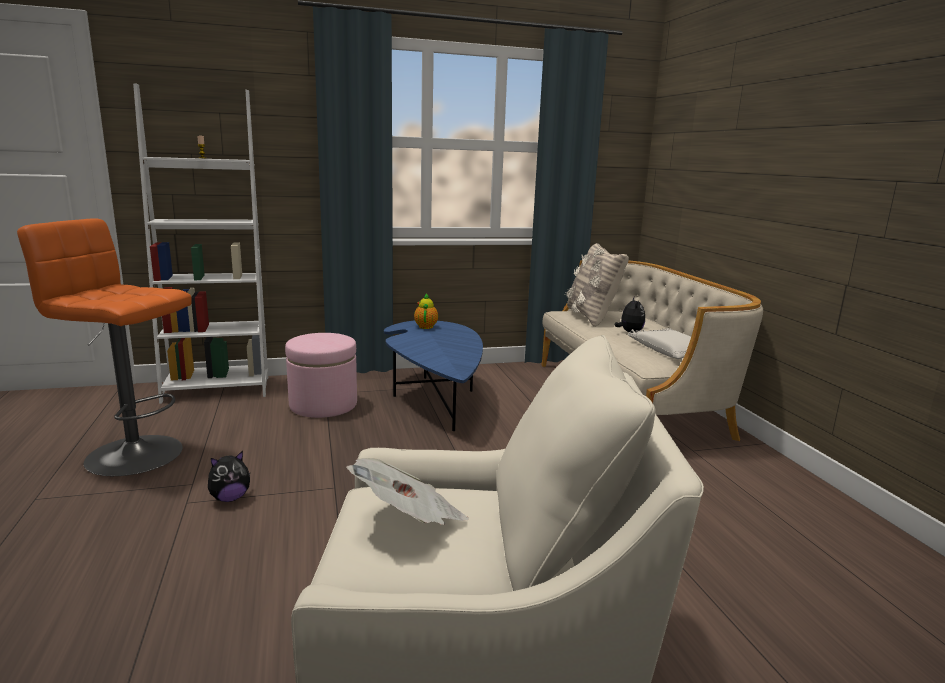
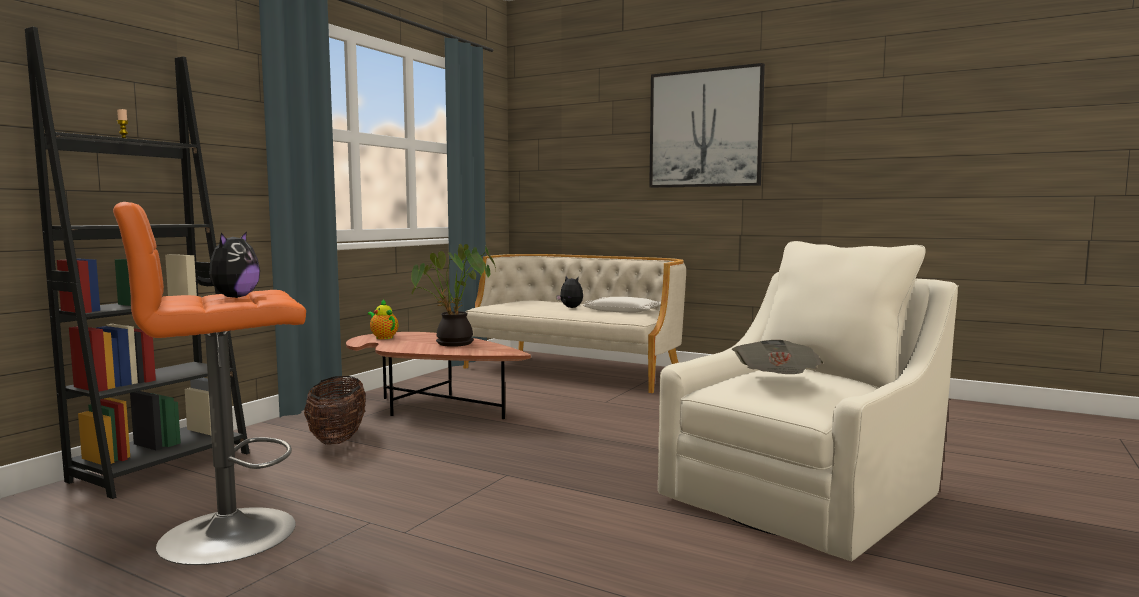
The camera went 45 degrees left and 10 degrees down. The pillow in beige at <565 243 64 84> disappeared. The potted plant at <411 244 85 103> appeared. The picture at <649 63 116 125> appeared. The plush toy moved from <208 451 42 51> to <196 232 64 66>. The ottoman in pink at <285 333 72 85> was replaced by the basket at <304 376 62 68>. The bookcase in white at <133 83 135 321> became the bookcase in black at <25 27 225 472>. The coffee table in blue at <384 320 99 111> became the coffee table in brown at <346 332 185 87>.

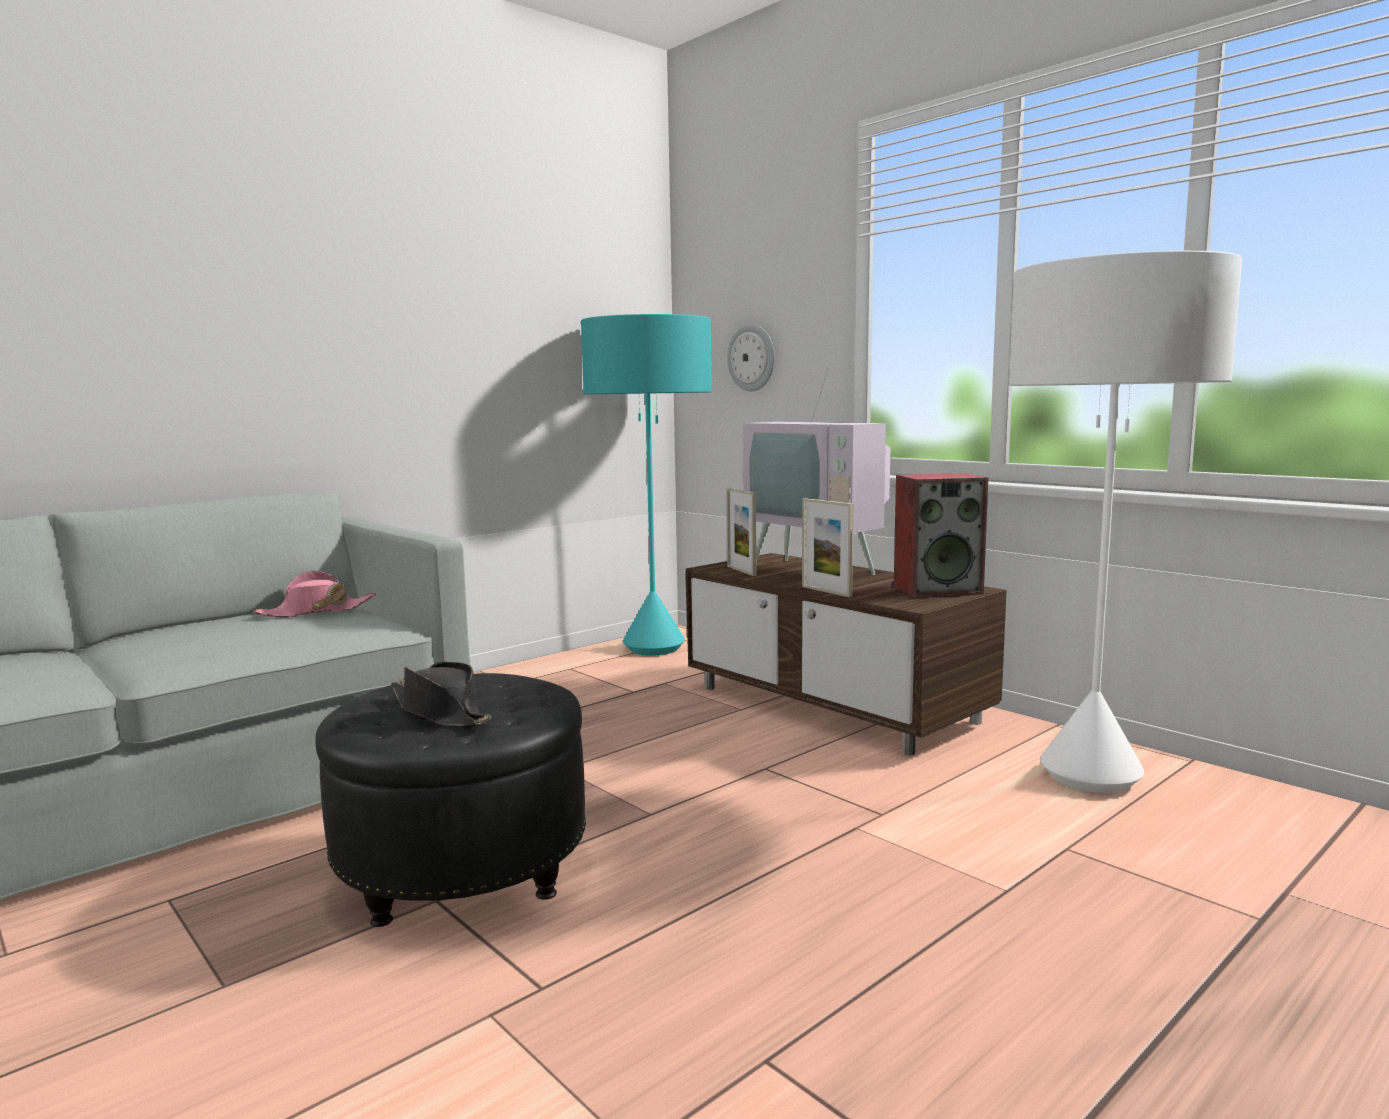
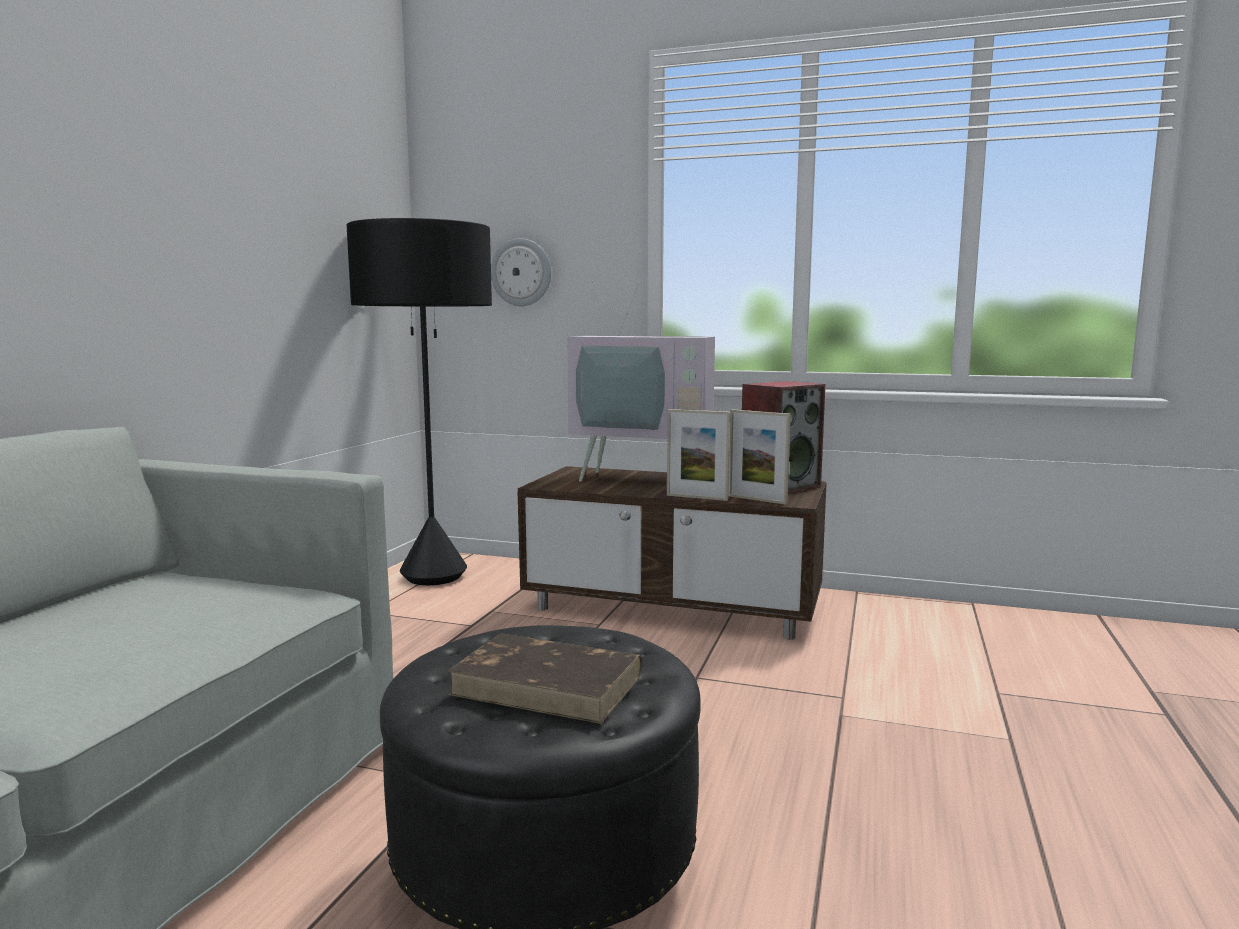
The camera went 30 degrees left and 0 degrees up. The hat in pink at <253 571 123 47> disappeared. The floor lamp in white at <1009 251 233 542> disappeared. The picture frame moved from <727 488 30 88> to <728 409 63 96>. The hat in black at <391 662 100 65> was replaced by the book in brown at <448 633 195 91>. The floor lamp in turquoise at <581 314 131 341> became the floor lamp in black at <347 218 145 367>.

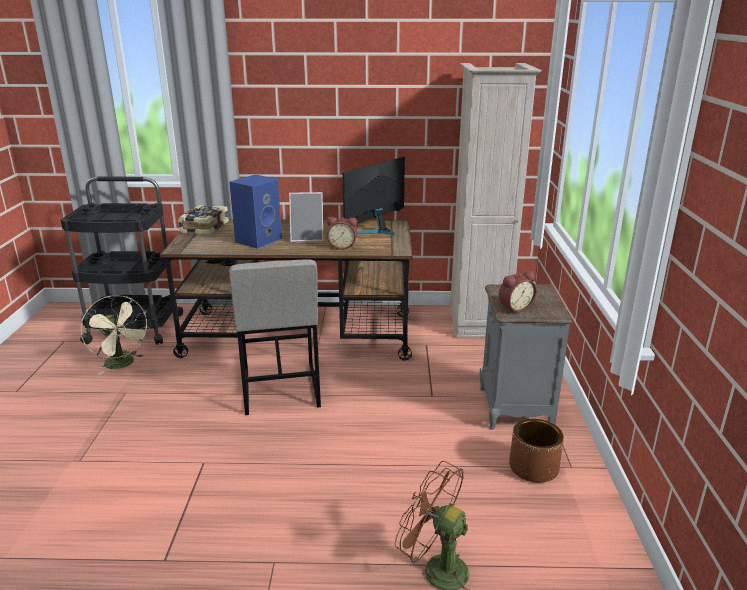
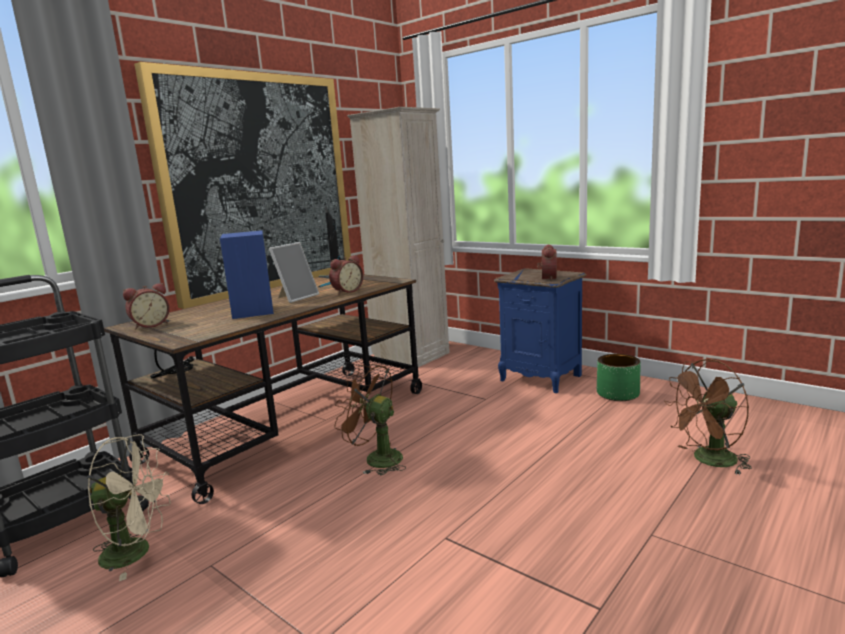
The camera went 50 degrees left and 10 degrees down. The picture at <134 62 217 247> appeared. The book at <178 205 51 30> was replaced by the alarm clock at <123 283 47 47>. The chair in grey at <229 259 92 156> was replaced by the fan in brown at <334 364 72 111>. The nightstand in grey at <479 284 93 146> became the nightstand in blue at <494 268 92 125>. The planter in brown at <509 419 55 64> became the planter in green at <597 354 44 47>.

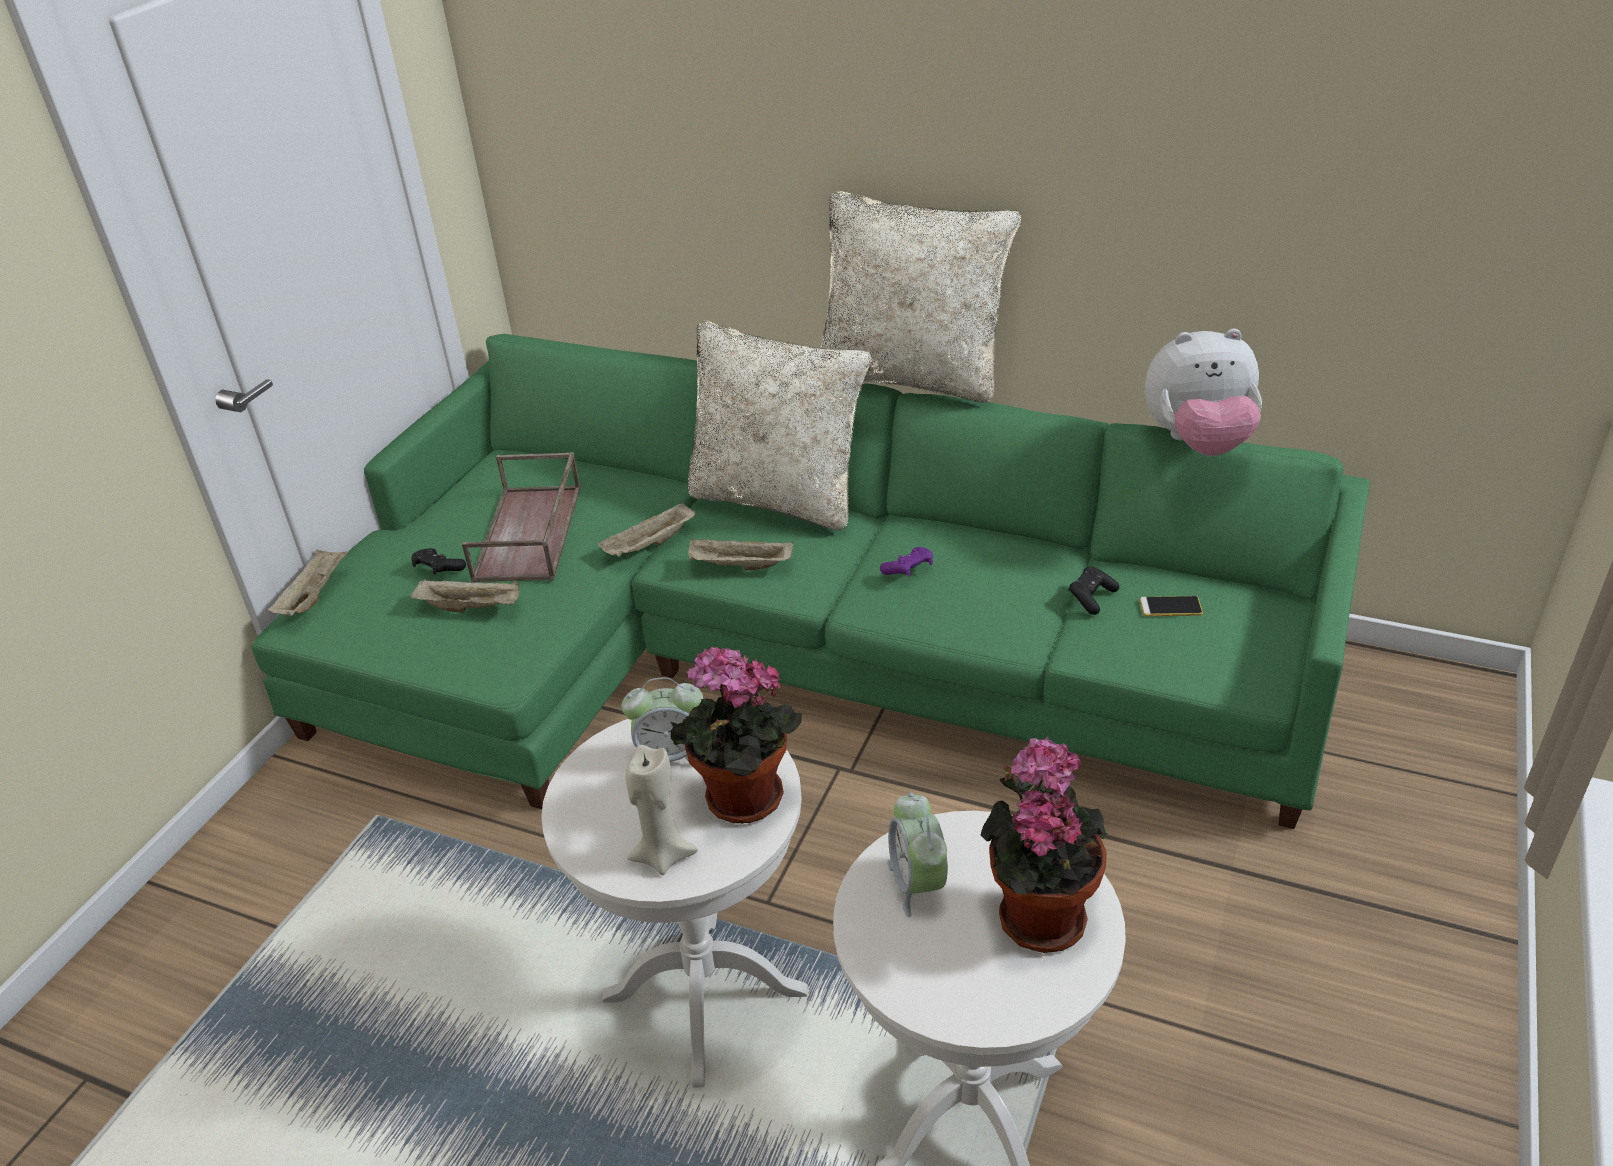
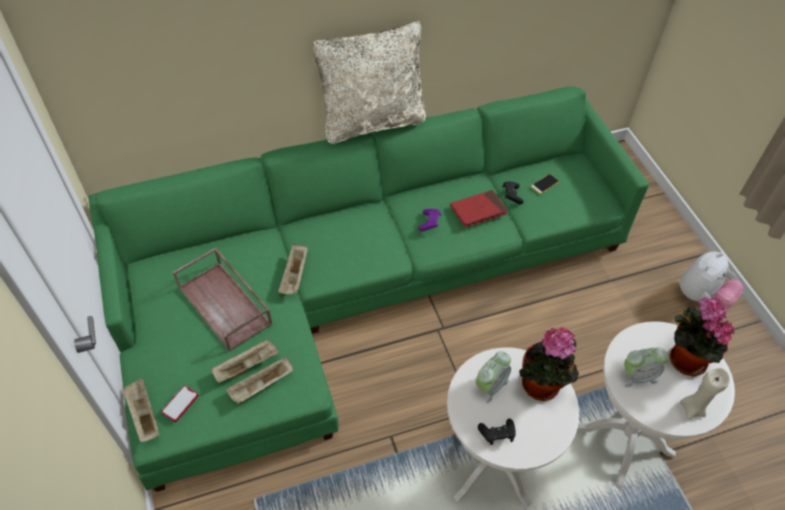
The camera went 45 degrees left and 15 degrees up. The pillow in beige at <688 321 184 210> disappeared. The phone at <161 386 38 36> appeared. The book in red at <450 190 58 38> appeared. The game controller in black moved from <412 548 54 27> to <478 419 38 26>. The candle in beige moved from <626 745 72 130> to <680 368 50 52>. The tray in beige moved from <688 538 106 32> to <226 357 67 47>. The plush toy moved from <1145 329 117 127> to <680 252 63 57>. The alarm clock at <887 793 61 124> turned 45 degrees counterclockwise.

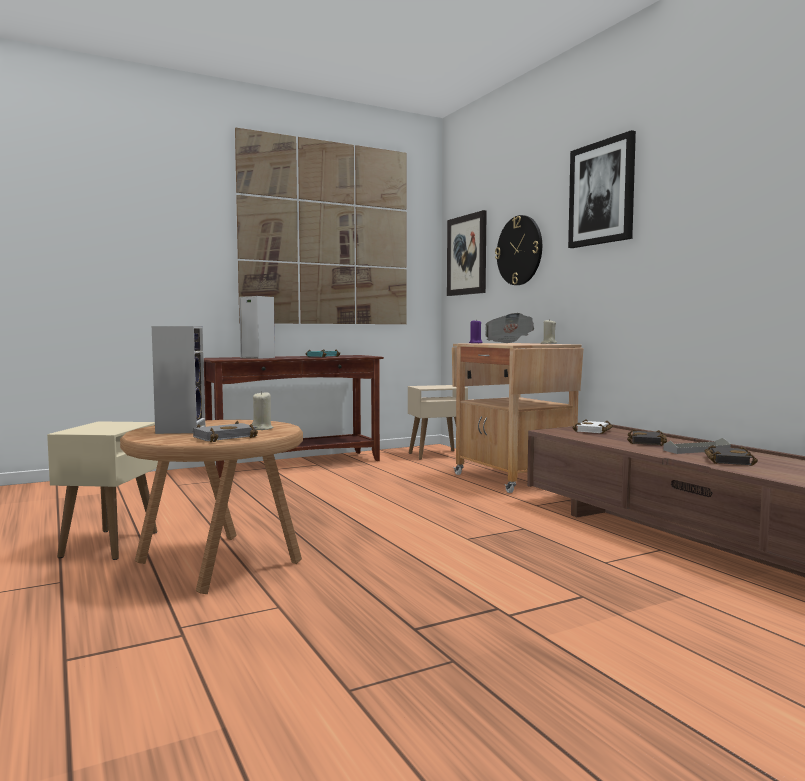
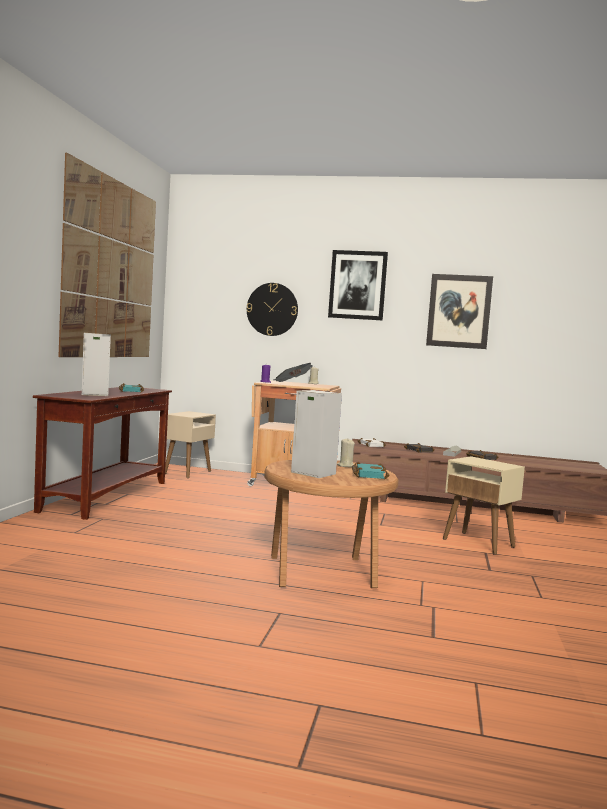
The camera went 50 degrees left and 0 degrees up. The side table in beige moved from <47 421 111 139> to <443 456 82 99>. The picture moved from <447 210 40 86> to <426 274 67 75>. The book in grey at <193 421 65 21> became the book in turquoise at <352 462 37 17>.

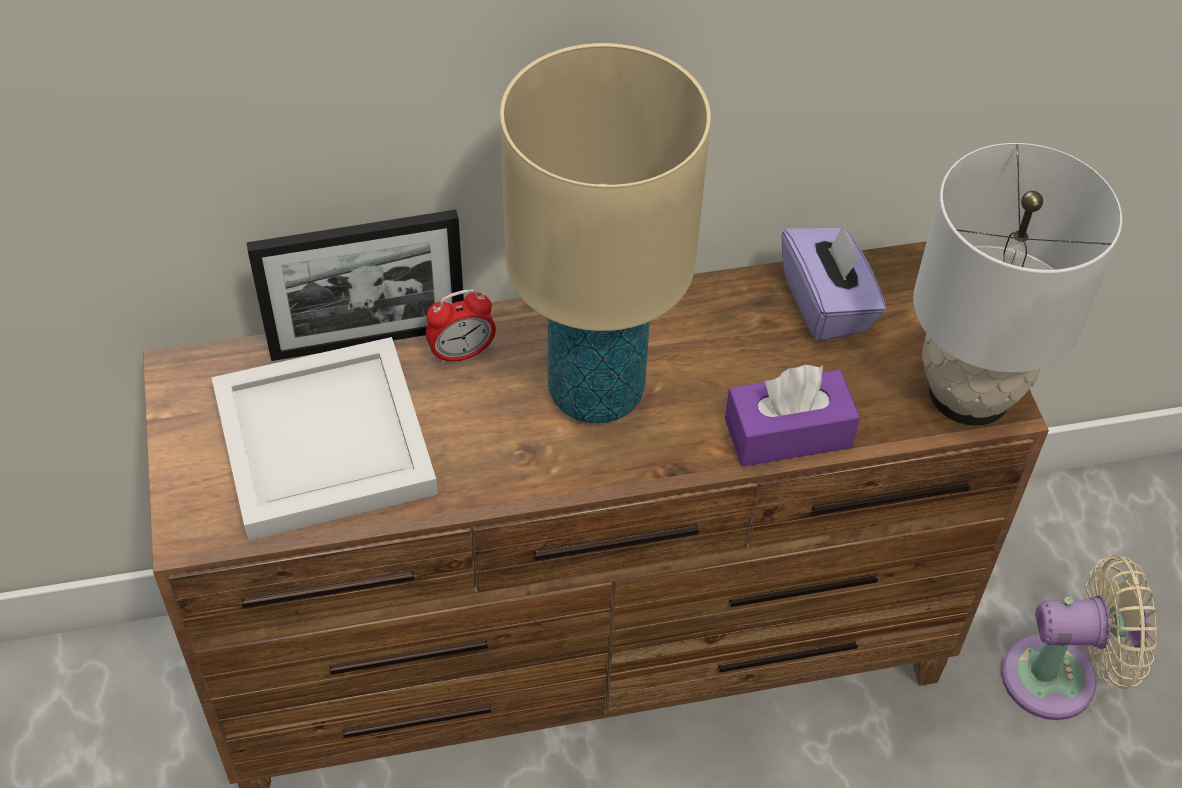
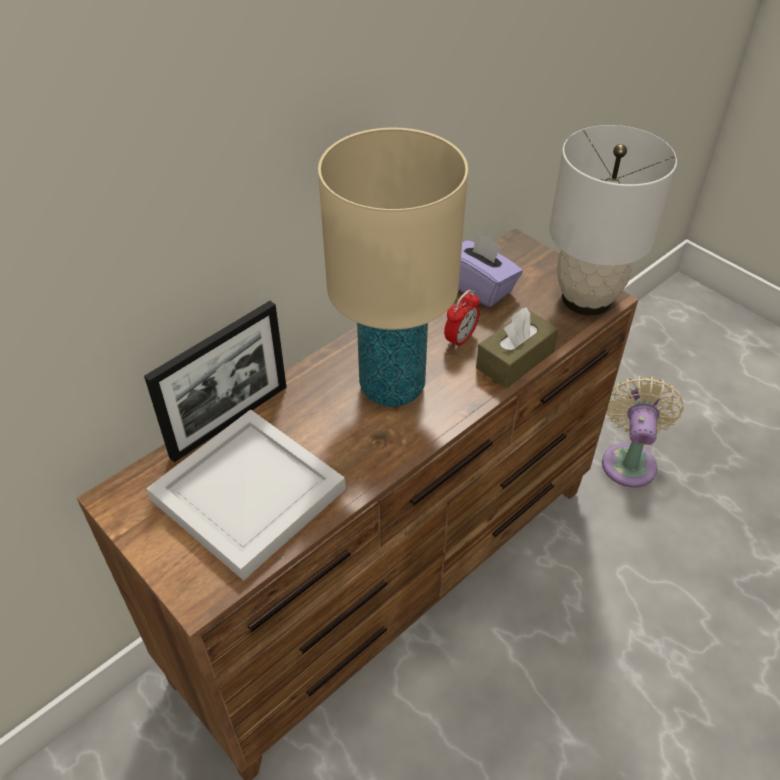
The camera went 30 degrees left and 5 degrees down. The alarm clock moved from <426 289 70 76> to <444 290 36 60>. The tissue box in purple at <725 365 135 102> became the tissue box in brown at <476 308 83 81>. The fan in beige at <1001 555 156 165> turned 45 degrees counterclockwise.

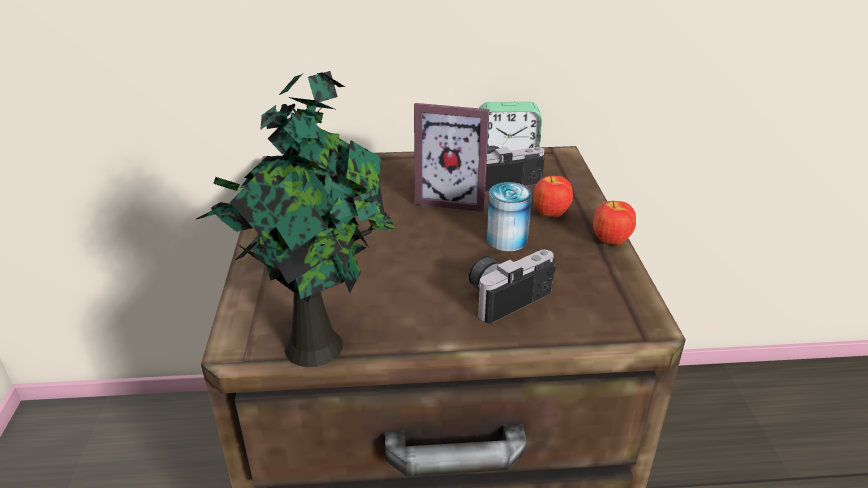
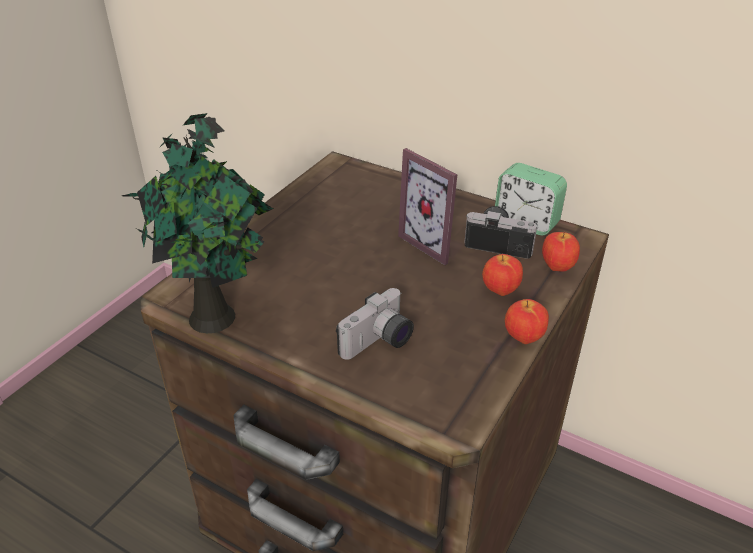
The camera went 35 degrees right and 5 degrees up. The can at <487 182 45 69> disappeared. The apple at <542 232 38 39> appeared. The photo camera at <469 250 87 73> turned 135 degrees clockwise.

